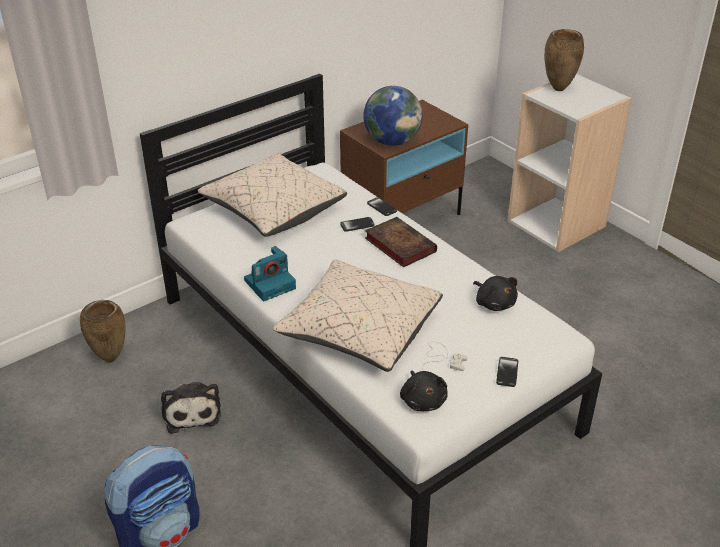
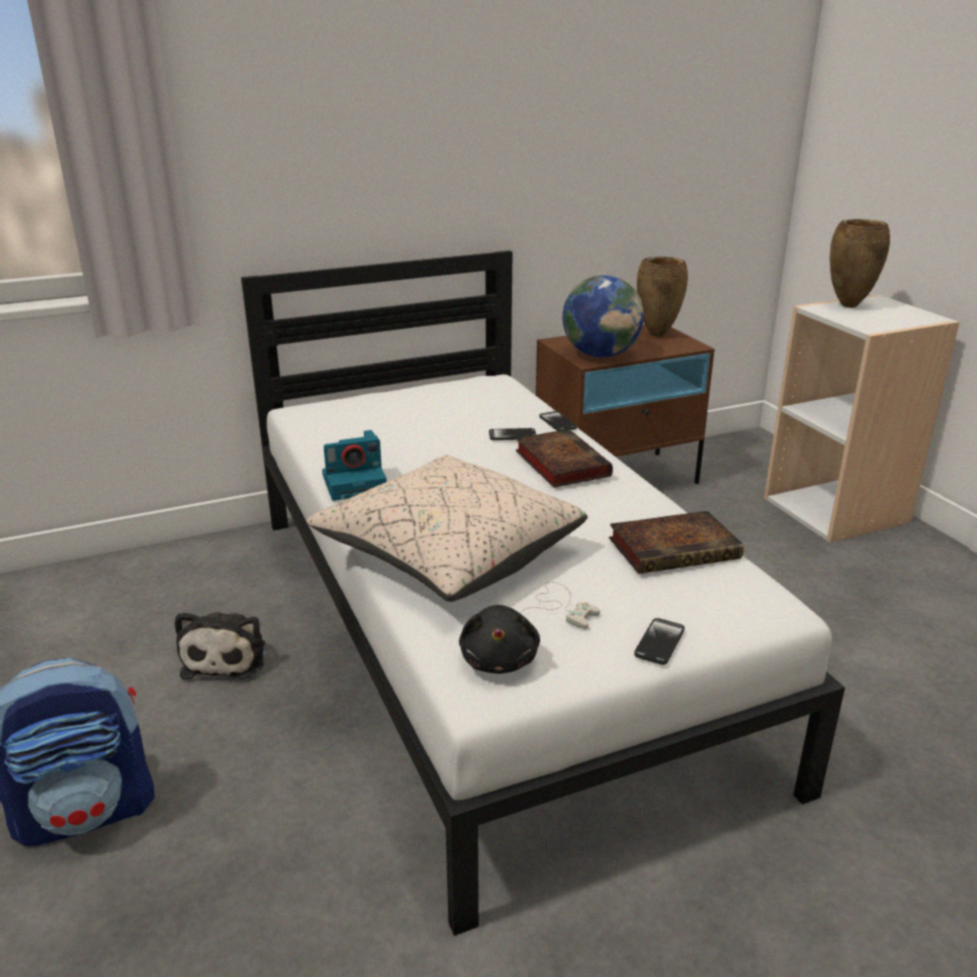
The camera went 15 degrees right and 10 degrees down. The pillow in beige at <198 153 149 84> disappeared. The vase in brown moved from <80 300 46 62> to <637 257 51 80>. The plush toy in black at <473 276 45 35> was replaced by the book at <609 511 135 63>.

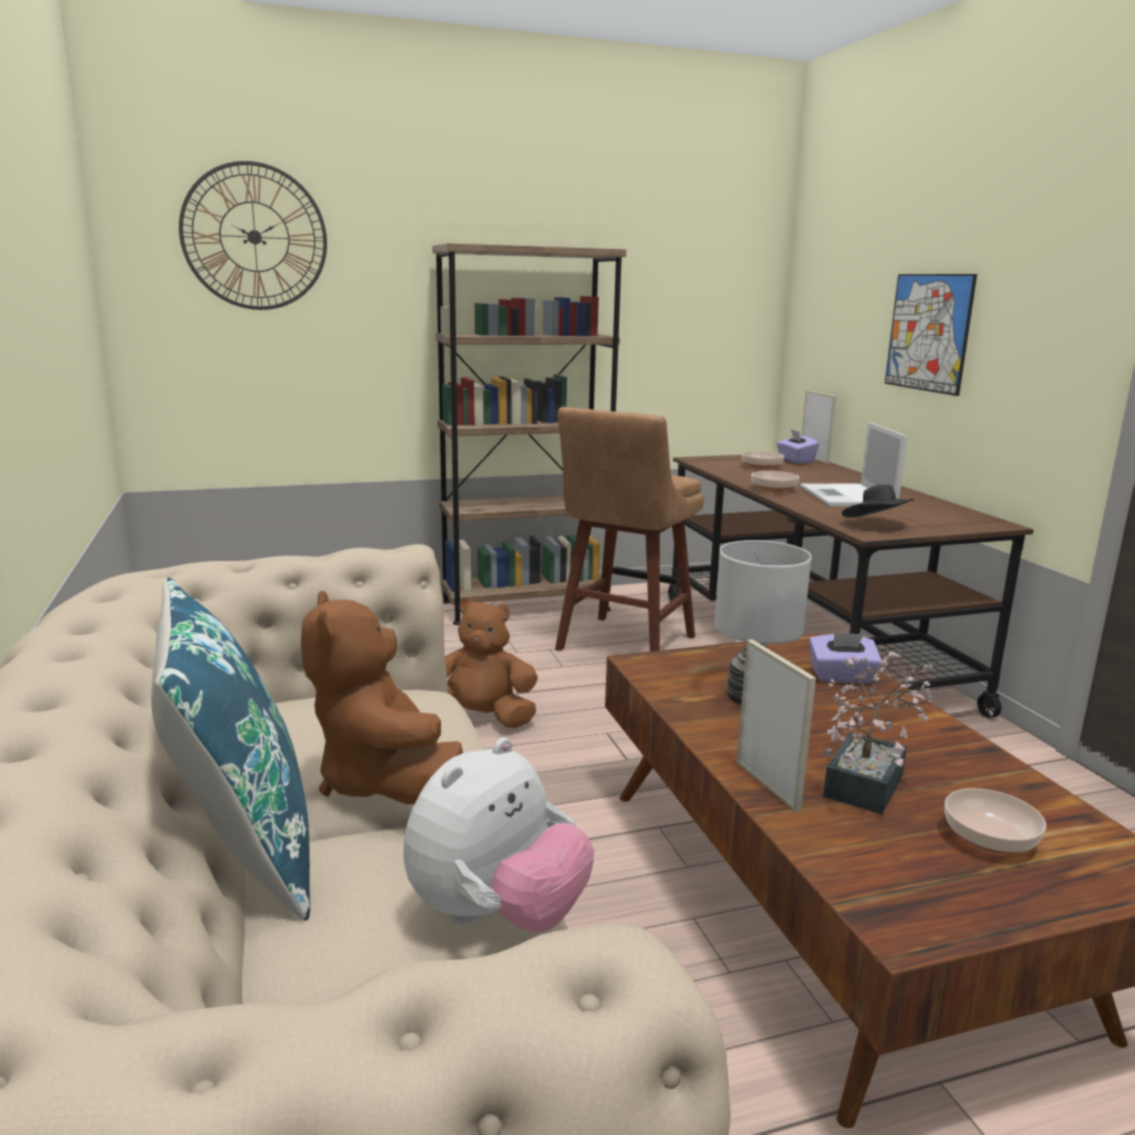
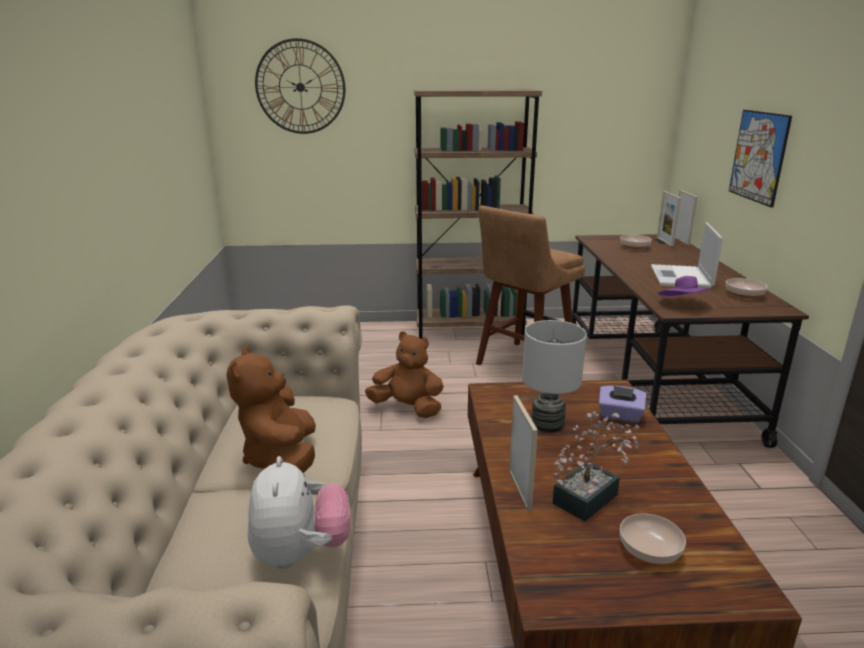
The camera went 15 degrees right and 5 degrees up. The pillow in blue at <151 578 159 343> disappeared. The bowl moved from <751 471 48 22> to <726 278 42 21>. The tissue box in purple at <777 429 42 35> was replaced by the picture frame at <657 191 24 56>. The hat in black at <842 485 72 33> became the hat in purple at <658 276 55 21>. The plush toy at <403 738 191 194> turned 60 degrees counterclockwise.

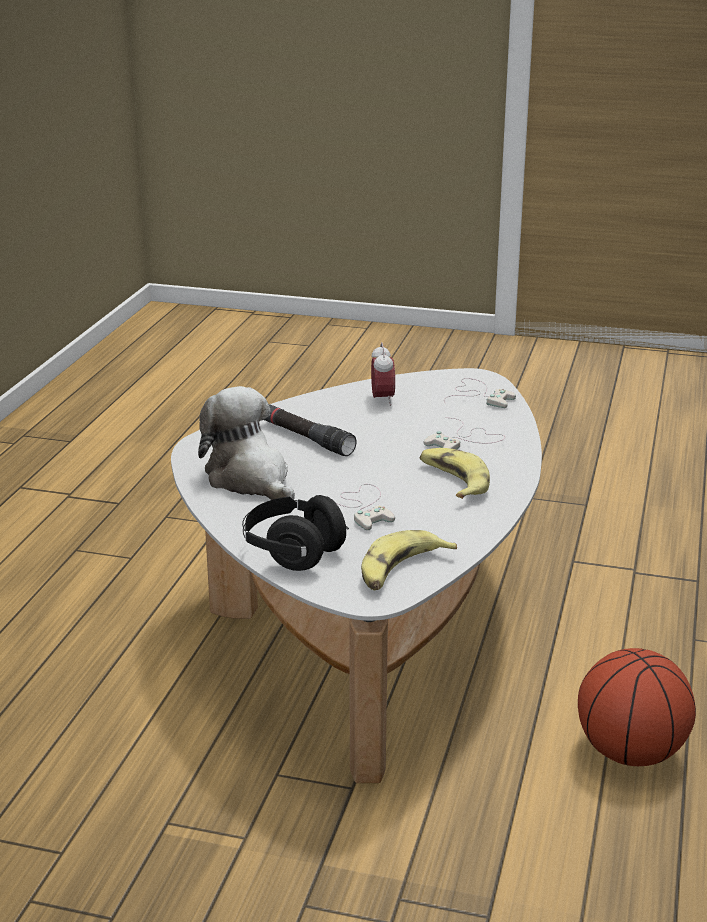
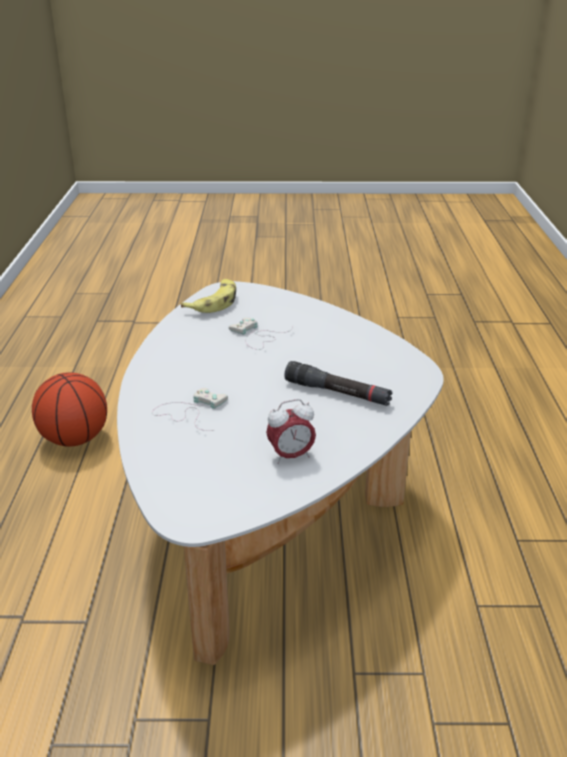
The camera went 165 degrees right and 5 degrees up. The plush toy at <198 386 97 114> disappeared. The headphones in black at <242 495 107 76> disappeared. The banana at <419 448 71 51> disappeared. The game controller in white at <444 378 72 30> disappeared. The alarm clock at <371 342 24 64> turned 90 degrees counterclockwise.

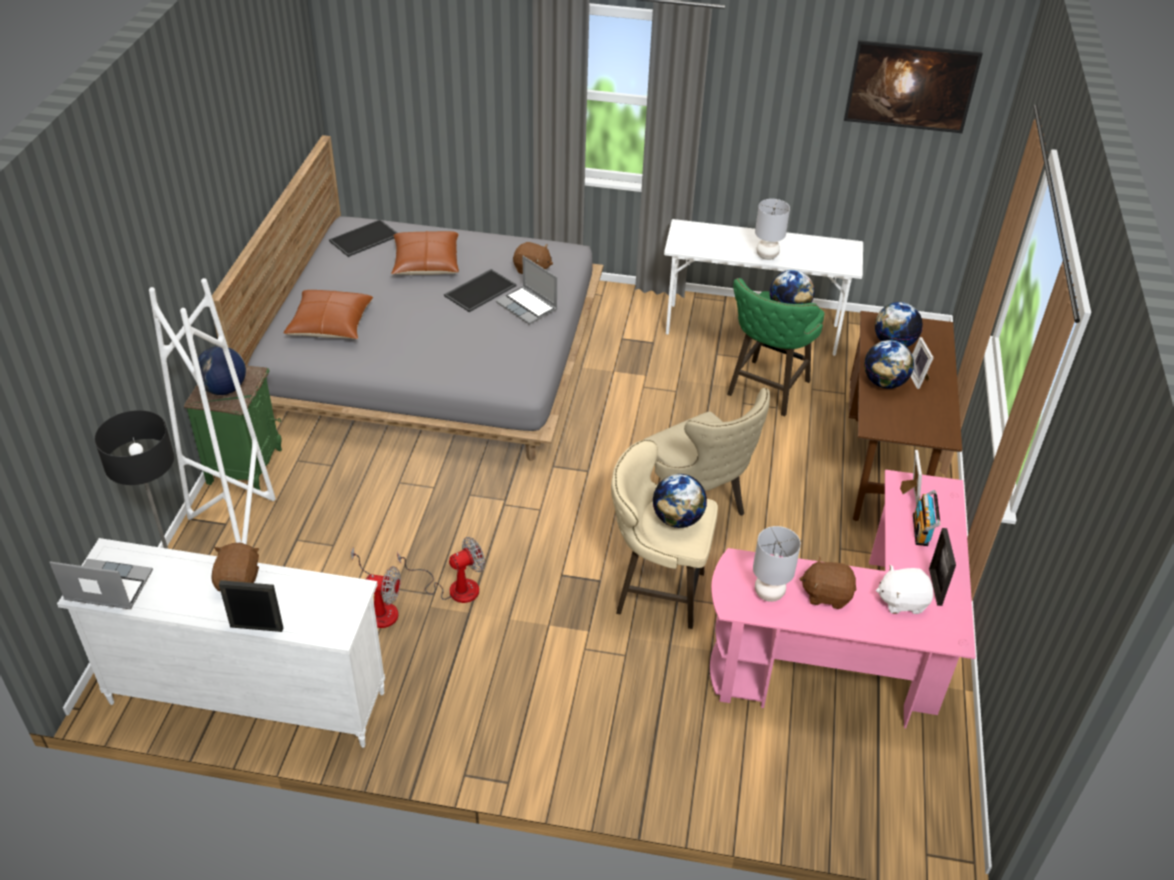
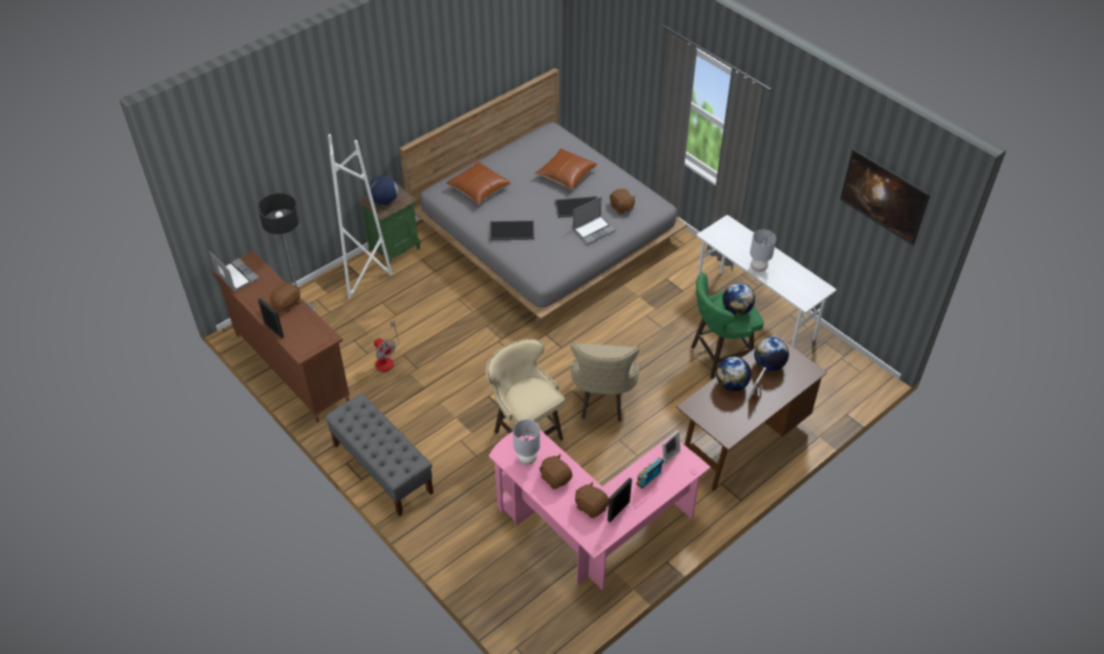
The camera went 40 degrees right and 5 degrees up. The fan at <397 537 88 66> disappeared. The globe at <653 474 54 54> disappeared. The bench in grey at <325 393 108 124> appeared. The tray moved from <329 219 68 38> to <490 221 44 19>. The dresser in white at <57 538 328 210> became the dresser in brown at <212 251 138 171>. The plush toy in white at <876 565 57 49> became the plush toy in brown at <575 481 34 37>. The laptop at <496 256 61 69> turned 120 degrees counterclockwise.

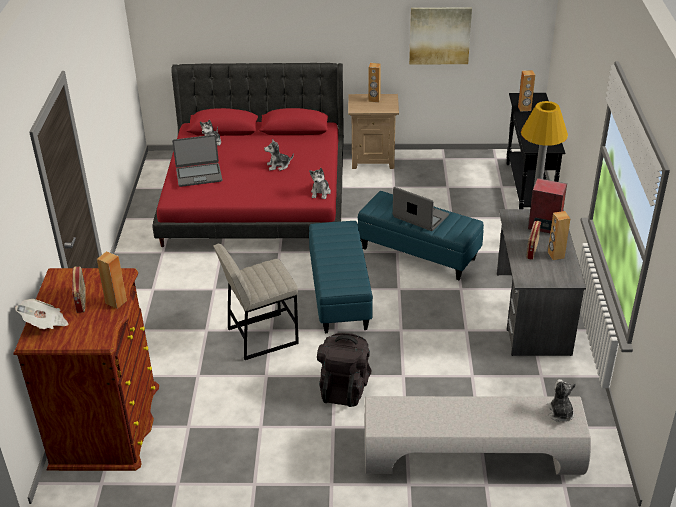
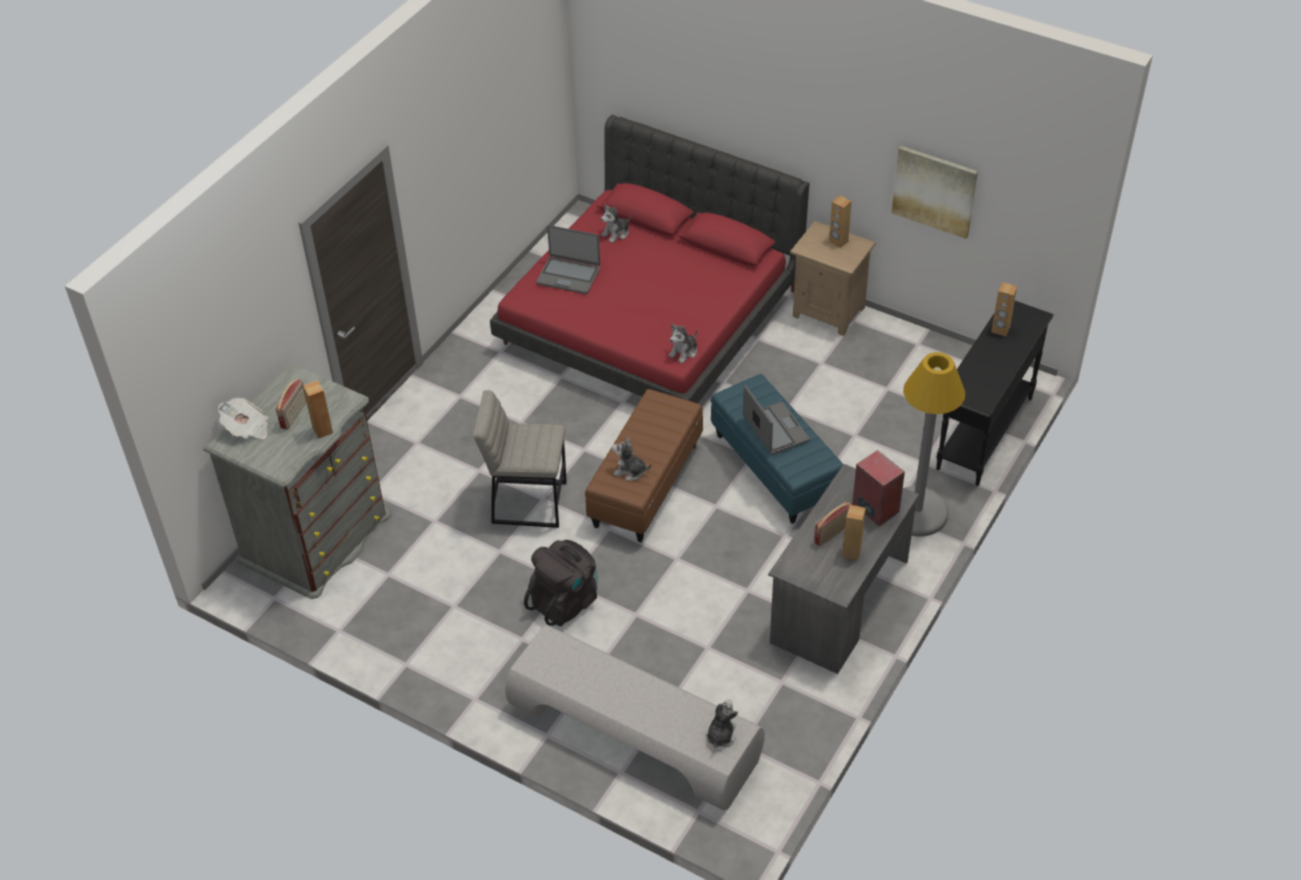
The camera went 30 degrees right and 10 degrees up. The plush toy moved from <264 139 30 32> to <612 436 40 45>. The dresser in brown at <13 268 146 203> became the dresser in grey at <203 363 189 236>. The ottoman in blue at <309 221 64 112> became the ottoman in brown at <585 389 118 153>.

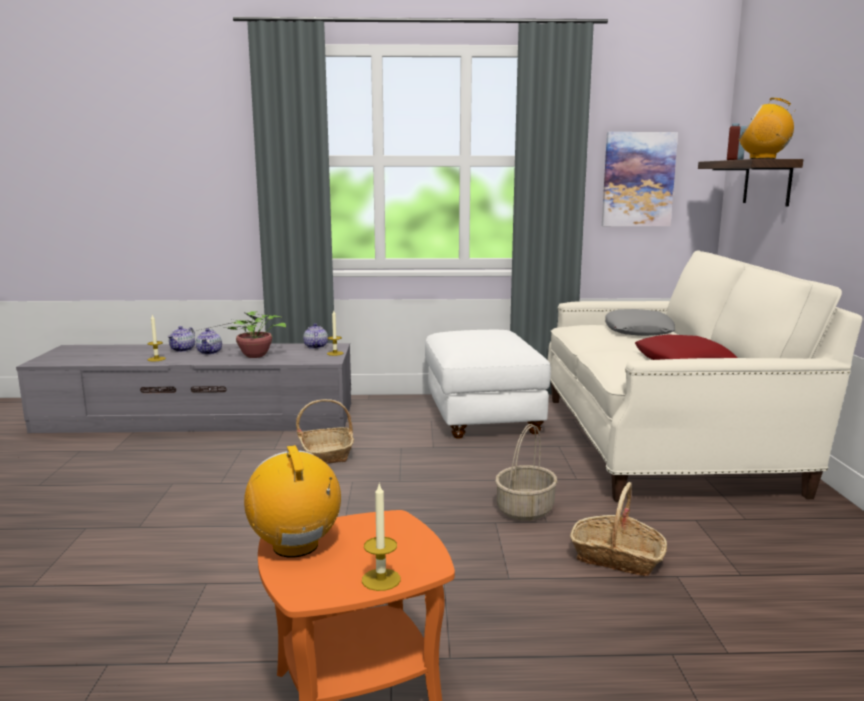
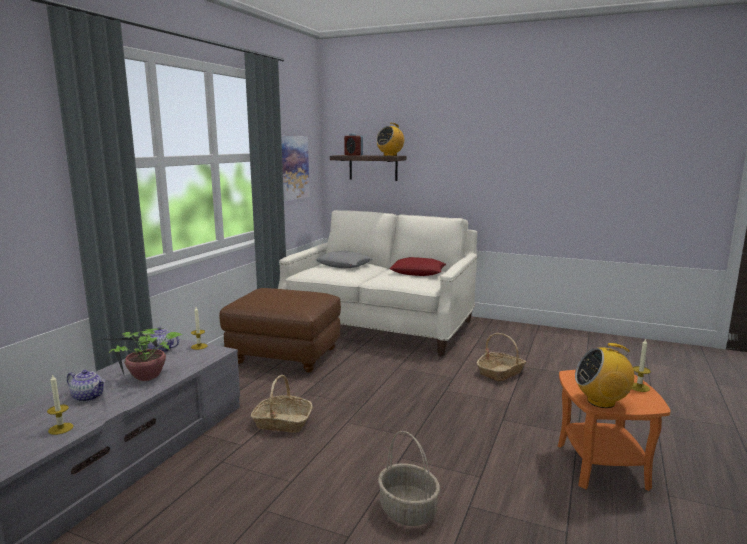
The camera went 65 degrees left and 0 degrees up. The teapot at <168 326 27 26> disappeared. The basket moved from <495 424 63 97> to <378 431 62 95>. The ottoman in white at <425 330 126 109> became the ottoman in brown at <219 288 122 84>.

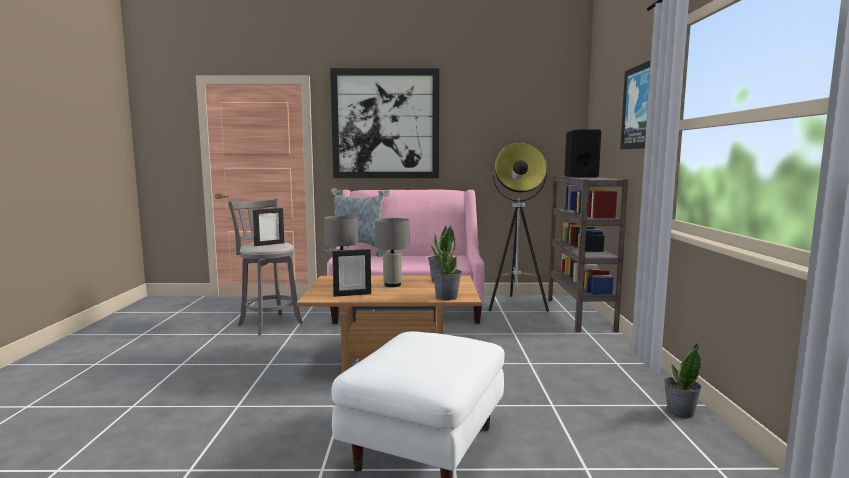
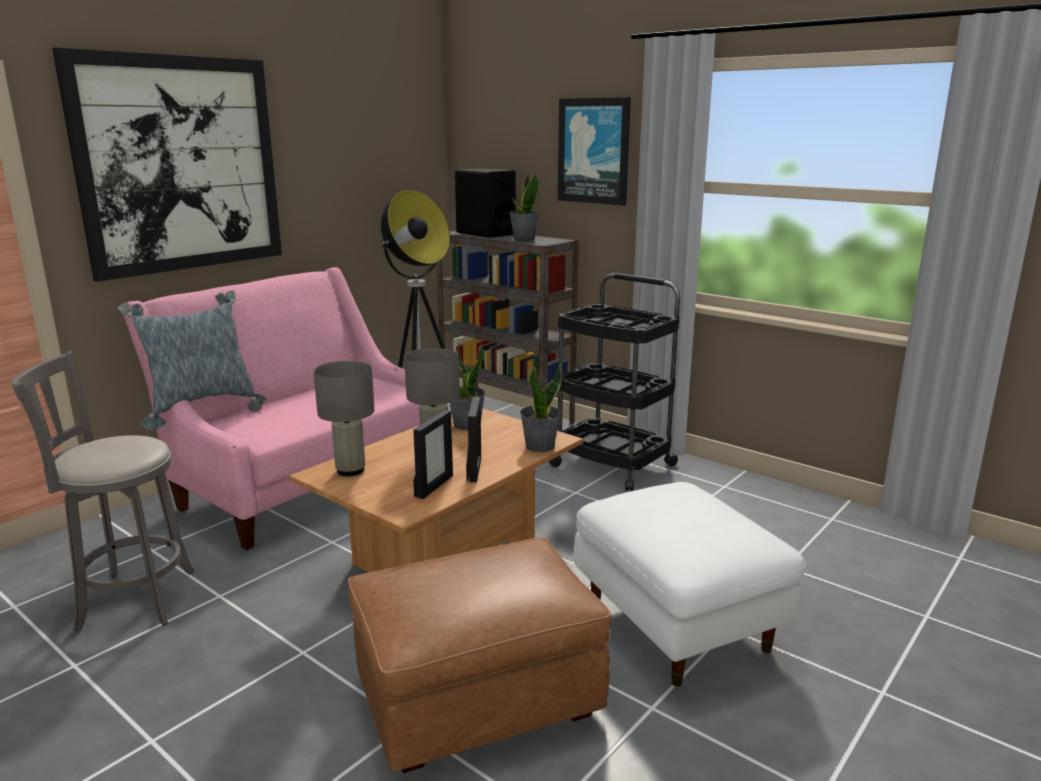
The camera went 50 degrees left and 10 degrees up. The ottoman in brown at <348 538 263 235> appeared. The cart in black at <548 273 132 218> appeared. The picture frame moved from <253 208 31 38> to <466 397 15 85>. The potted plant moved from <664 342 38 76> to <509 173 30 68>.

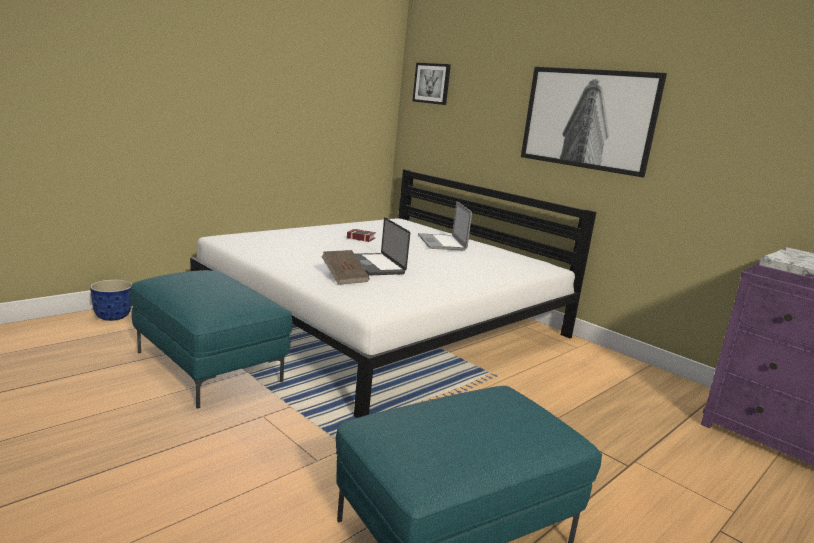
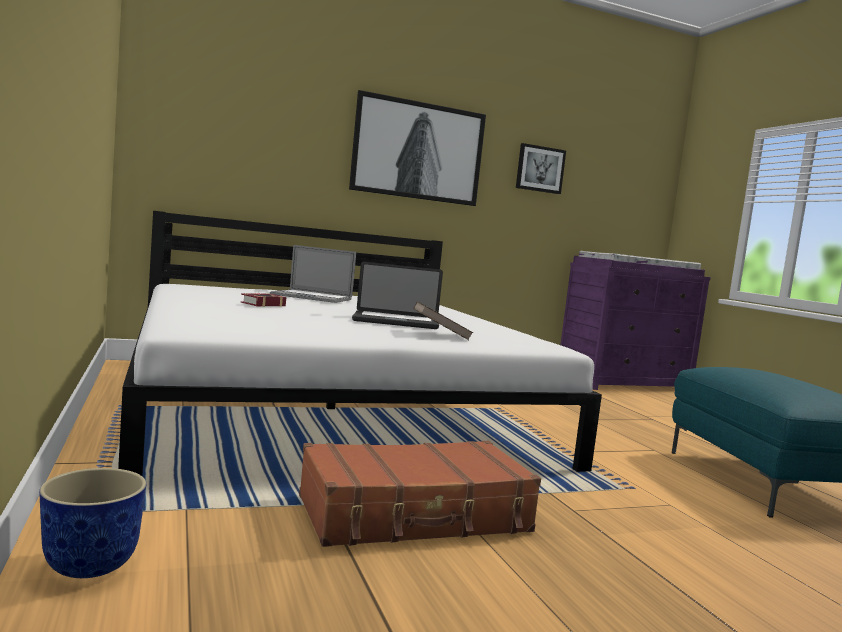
The camera went 65 degrees left and 10 degrees down. The picture moved from <412 63 39 42> to <516 143 50 51>. The ottoman in turquoise at <129 270 164 139> was replaced by the suitcase in brown at <299 441 242 106>.

